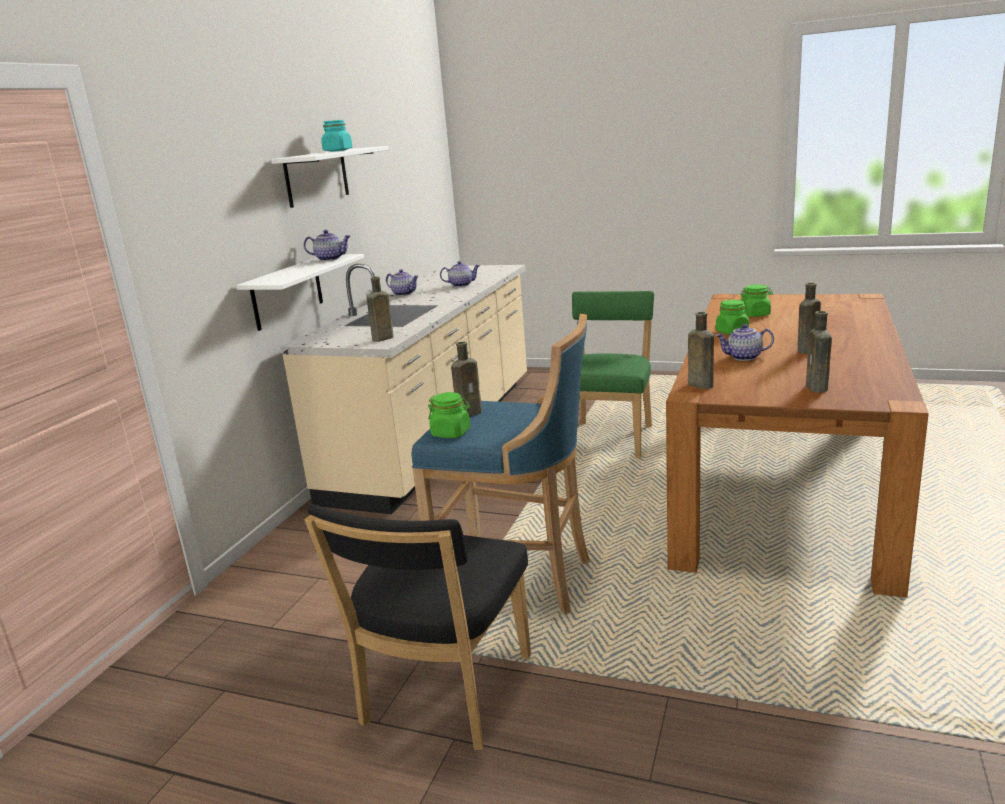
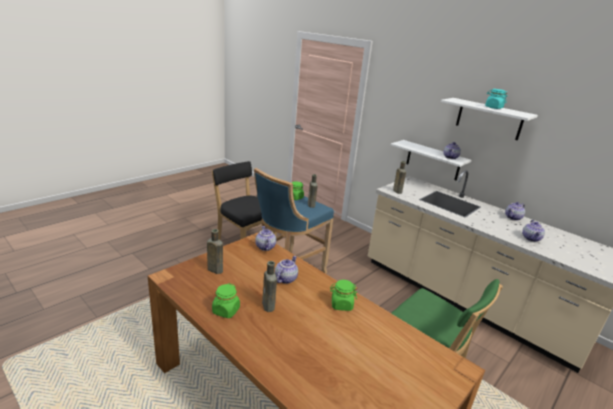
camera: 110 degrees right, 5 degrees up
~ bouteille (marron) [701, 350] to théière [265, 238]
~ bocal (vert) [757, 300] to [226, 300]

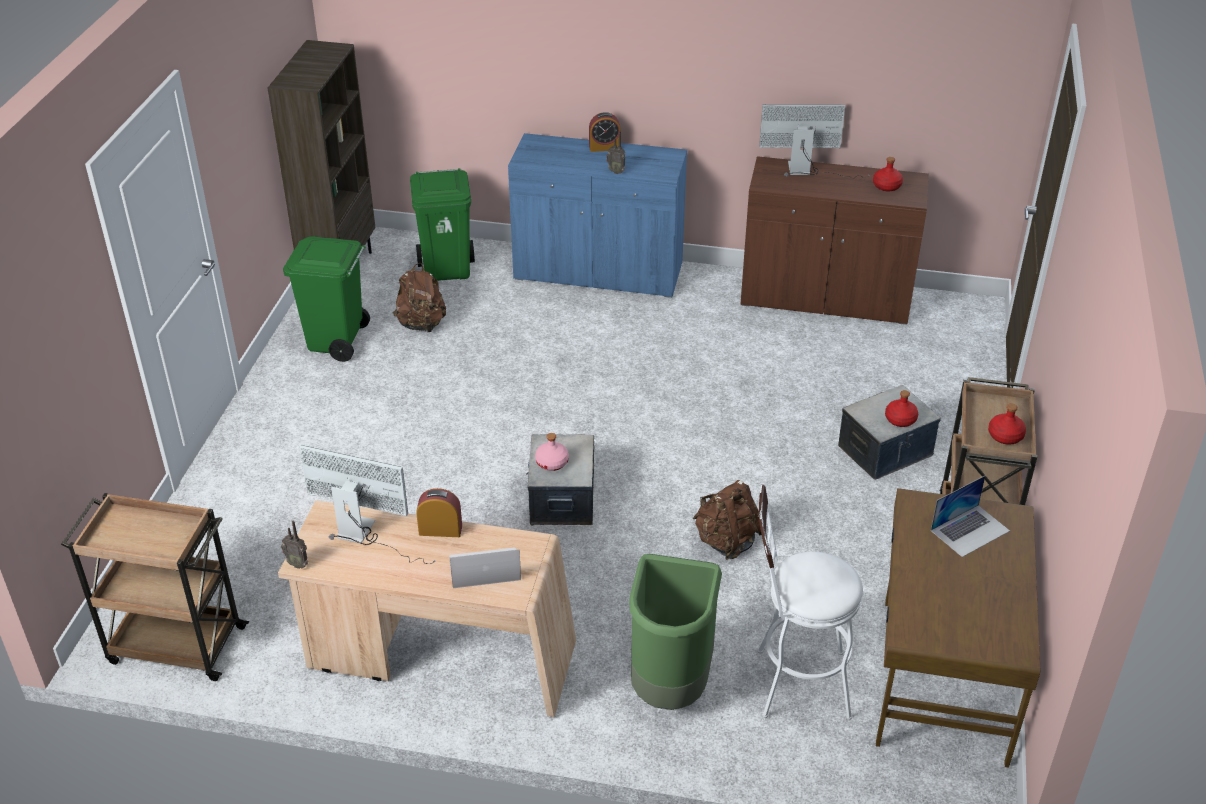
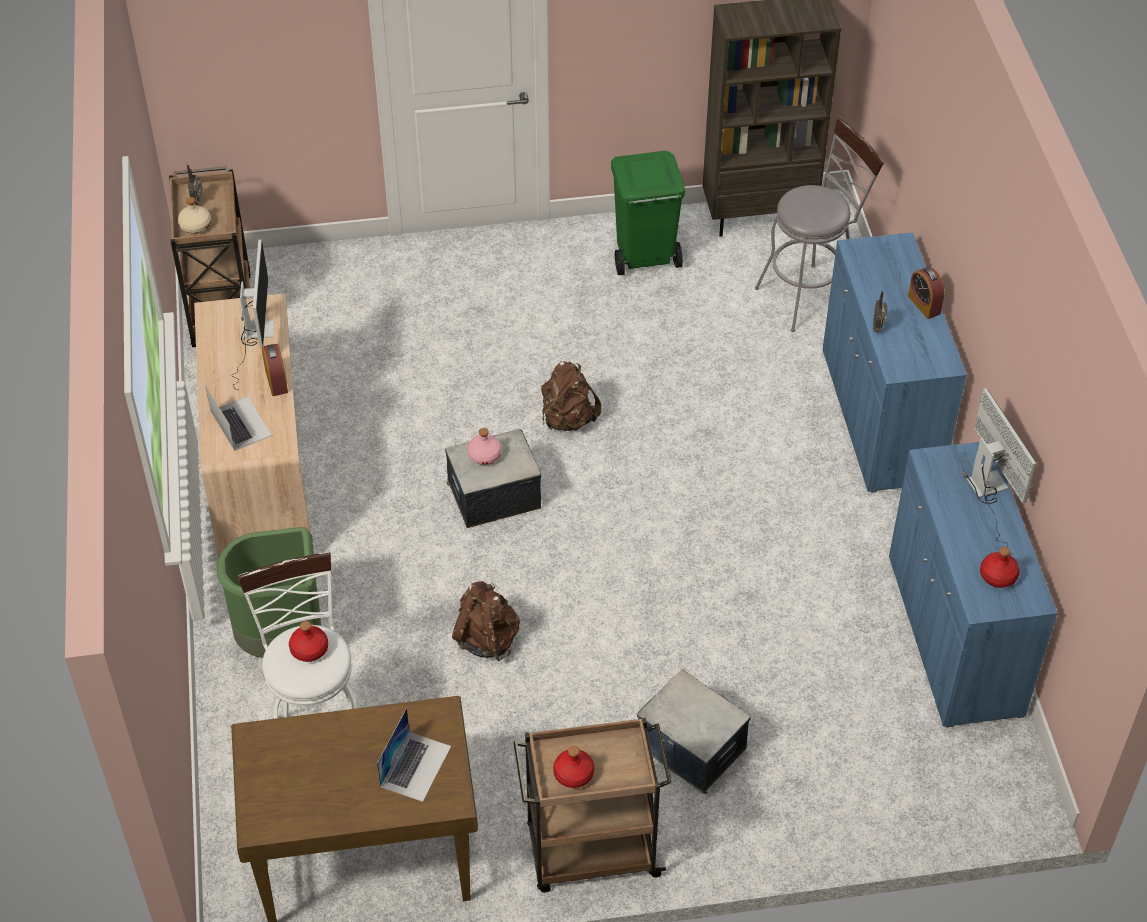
camera: 70 degrees right, 10 degrees up
~ radio [294, 545] to [195, 185]
~ sac à dos (marron) [419, 298] to [571, 396]
~ poubelle (vert) [442, 225] to tabouret (gris) [819, 224]
~ meuble de rangement (marron) [834, 240] to meuble de rangement (bleu) [973, 585]
~ bouteille (rouge) [901, 408] to [308, 641]
~ ordinateur portable [970, 516] = [414, 755] 105 degrees counterclockwise
+ bouteille (beige) [194, 215]

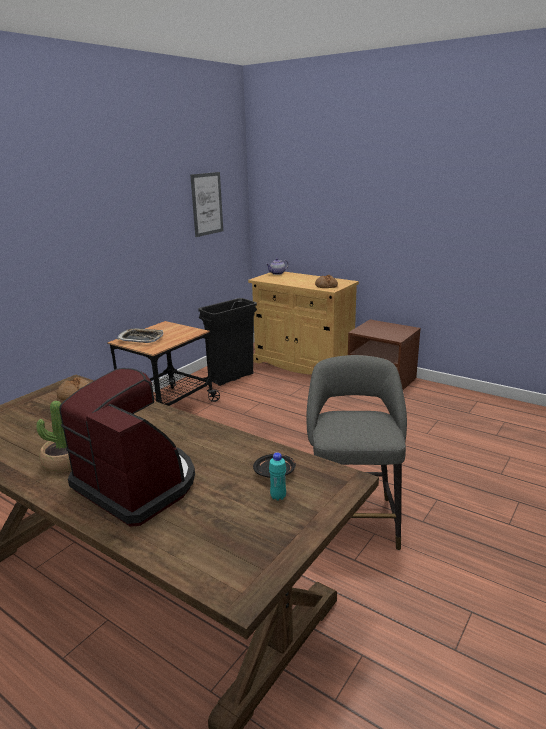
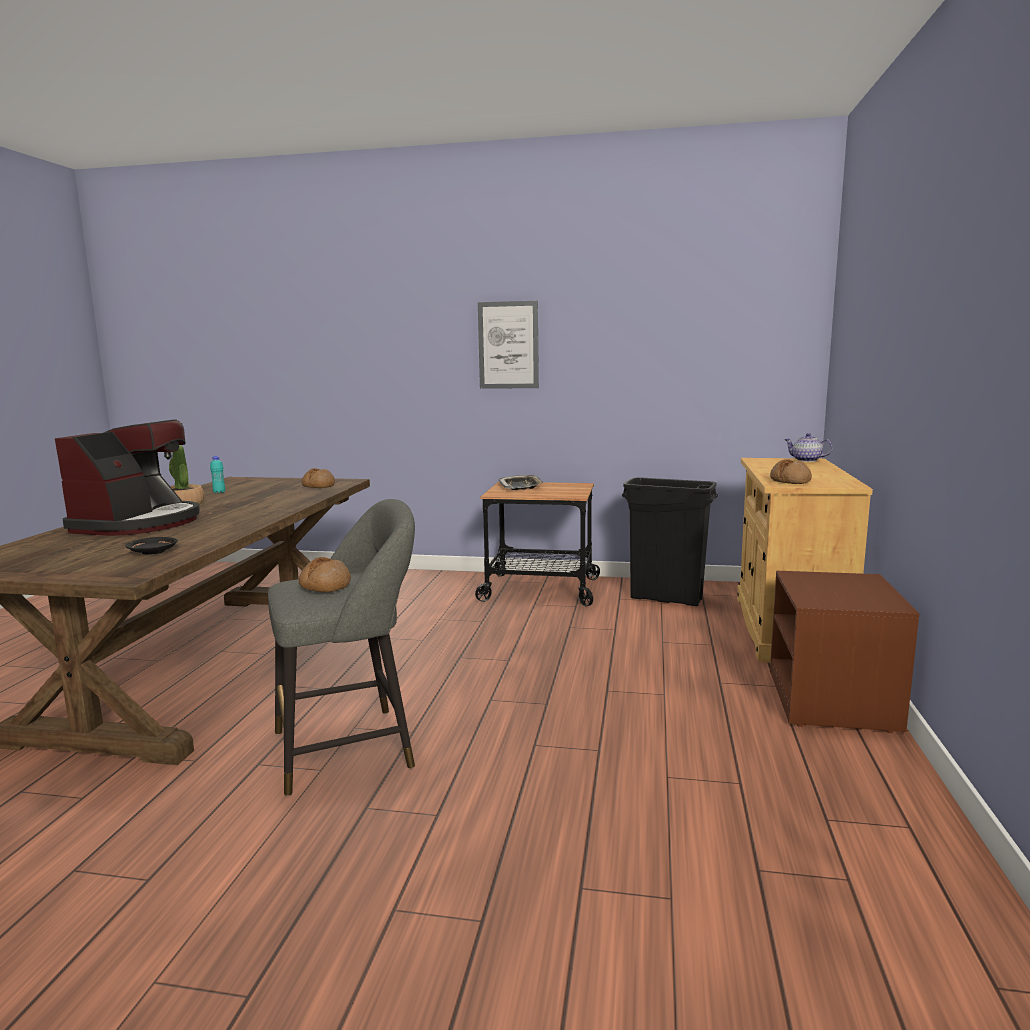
camera: 65 degrees right, 10 degrees down
~ tableau [206, 204] to [508, 345]
~ bouteille (turquoise) [277, 477] to [217, 474]
+ pain [325, 574]

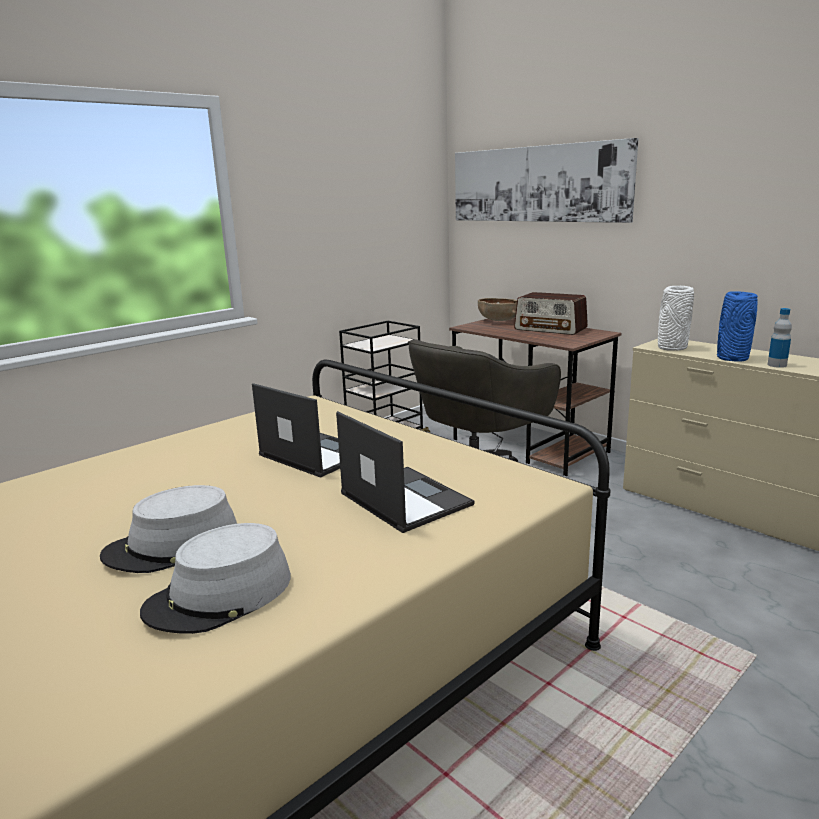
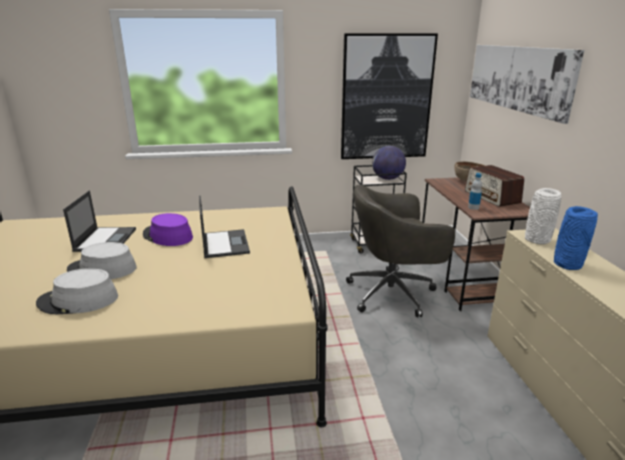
camera: 35 degrees right, 5 degrees up
~ ordinateur portable [405, 472] to [99, 221]
~ bouteille [779, 338] to [475, 191]
+ chapeau (violet) [168, 229]
+ tableau [389, 96]
+ globe [389, 163]

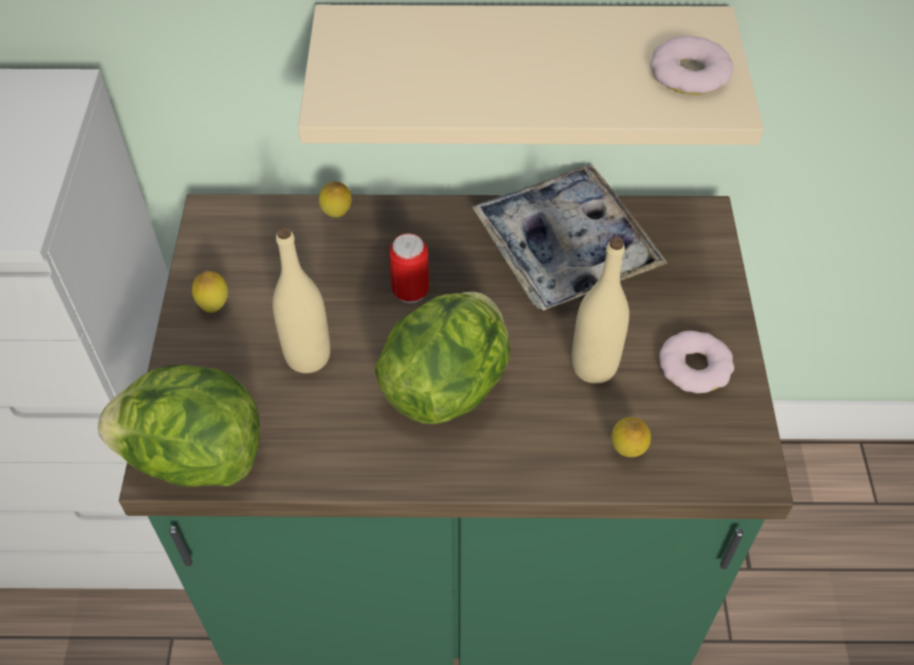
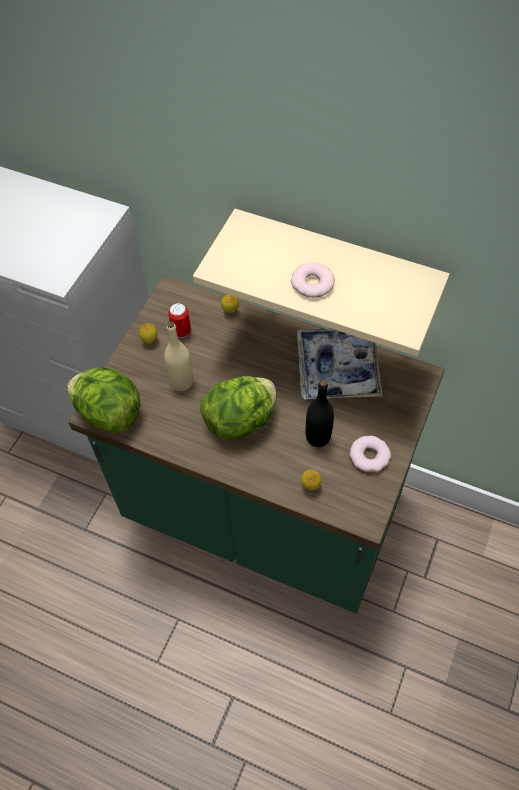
camera: 25 degrees right, 5 degrees up
~ boîte métallique [409, 268] to [179, 320]
~ bouteille (beige) [600, 310] to bouteille (noir) [320, 413]
~ beignet [691, 65] to [313, 280]

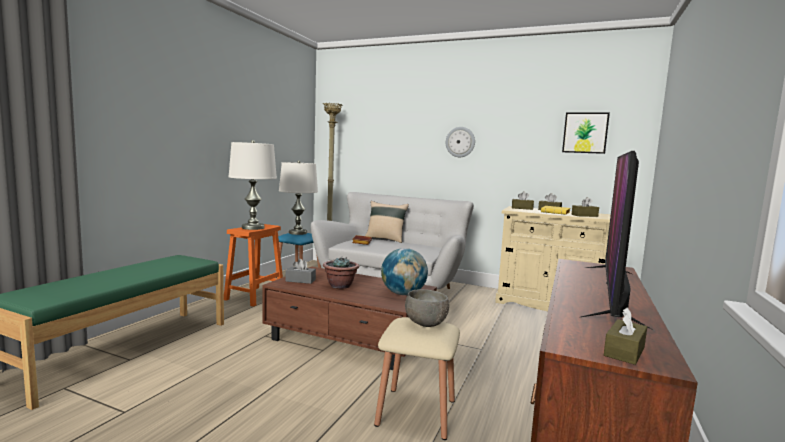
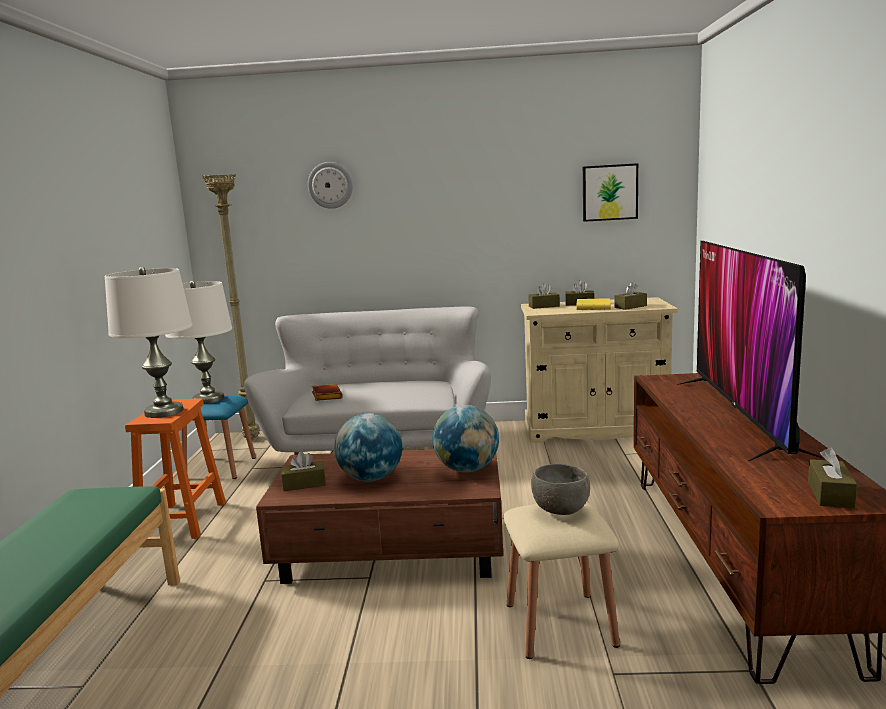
camera: 20 degrees left, 5 degrees up
~ boîte à mouchoirs (gris) [300, 271] to boîte à mouchoirs (marron) [304, 471]
~ plante en pot [341, 273] to globe [368, 447]
- coussin (beige) [387, 222]
~ horloge murale [460, 142] to [330, 185]

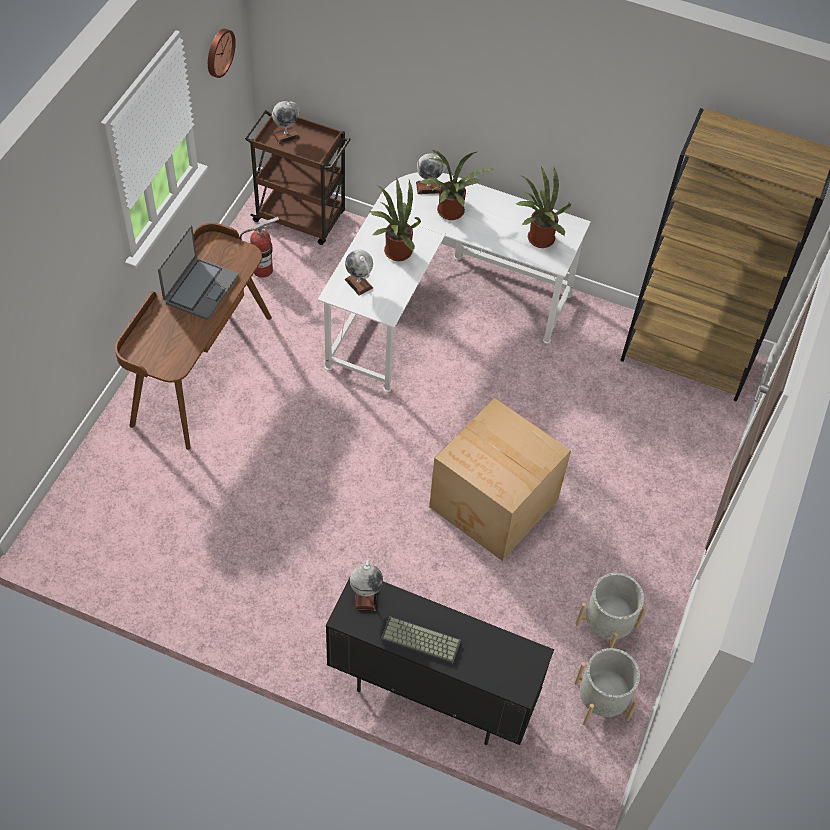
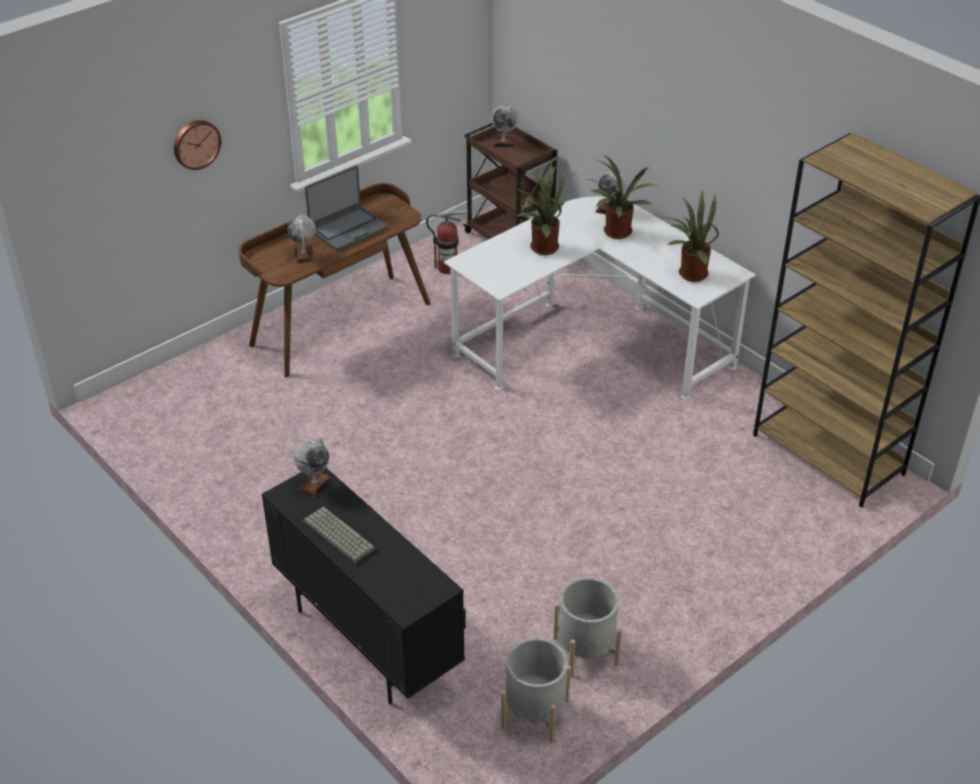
camera: 30 degrees right, 15 degrees down
~ horloge murale [222, 53] to [197, 145]
~ globe [359, 272] to [302, 239]
- carton [500, 479]

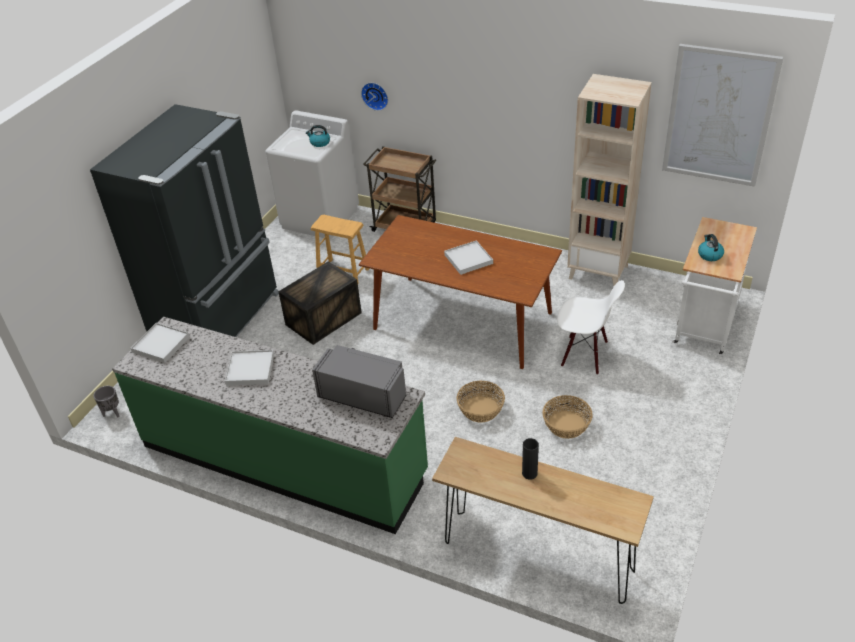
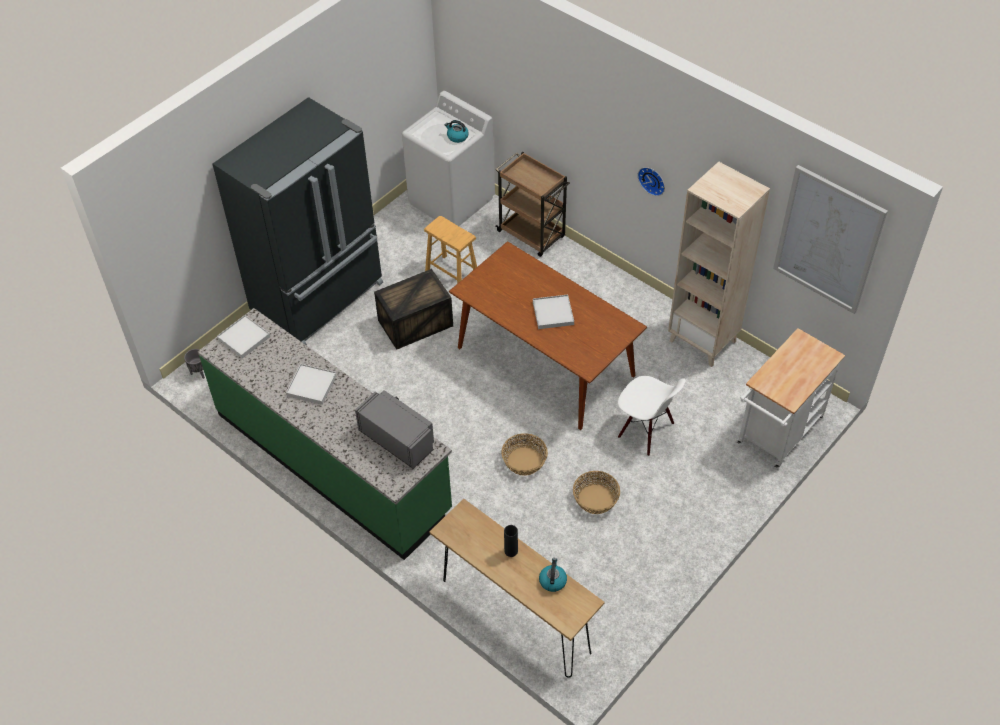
camera: 15 degrees right, 10 degrees up
~ horloge murale [374, 97] to [651, 181]
~ bouilloire [711, 247] to [553, 575]

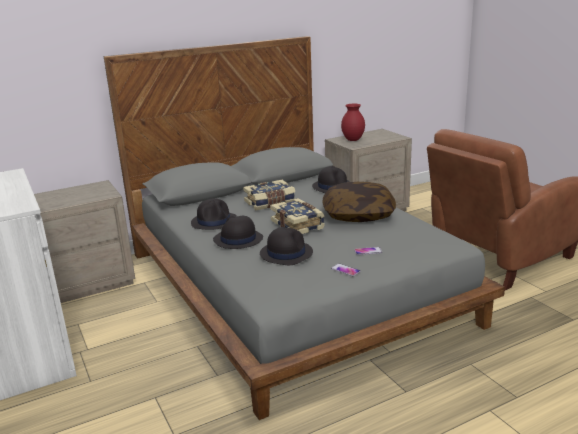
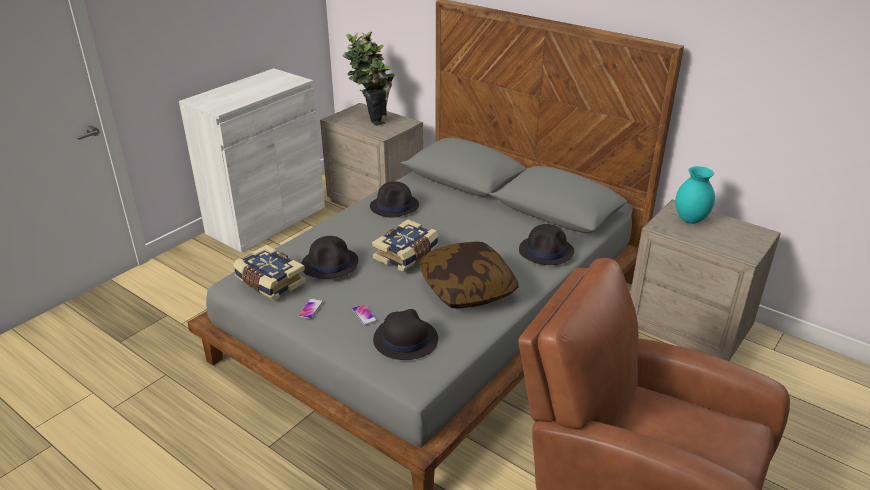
camera: 65 degrees right, 10 degrees up
~ chapeau (noir) [238, 232] to [405, 334]
~ livre [269, 195] to [269, 273]
~ vase (rouge) [353, 122] to vase (turquoise) [695, 195]
+ plante en pot [368, 78]

